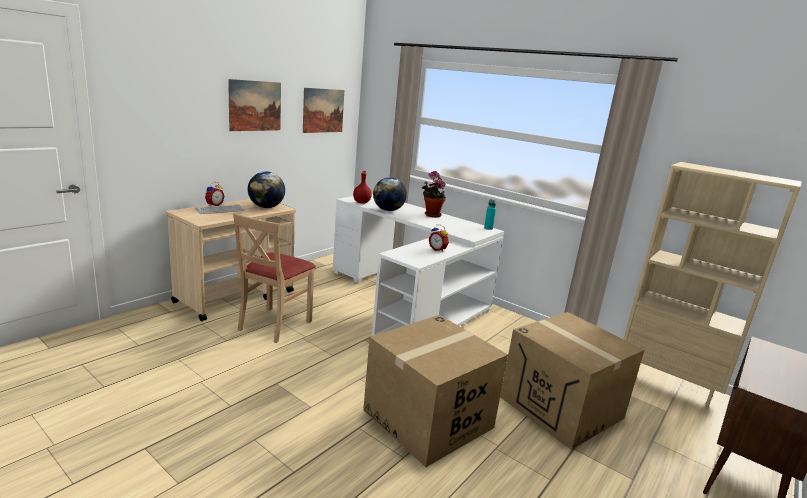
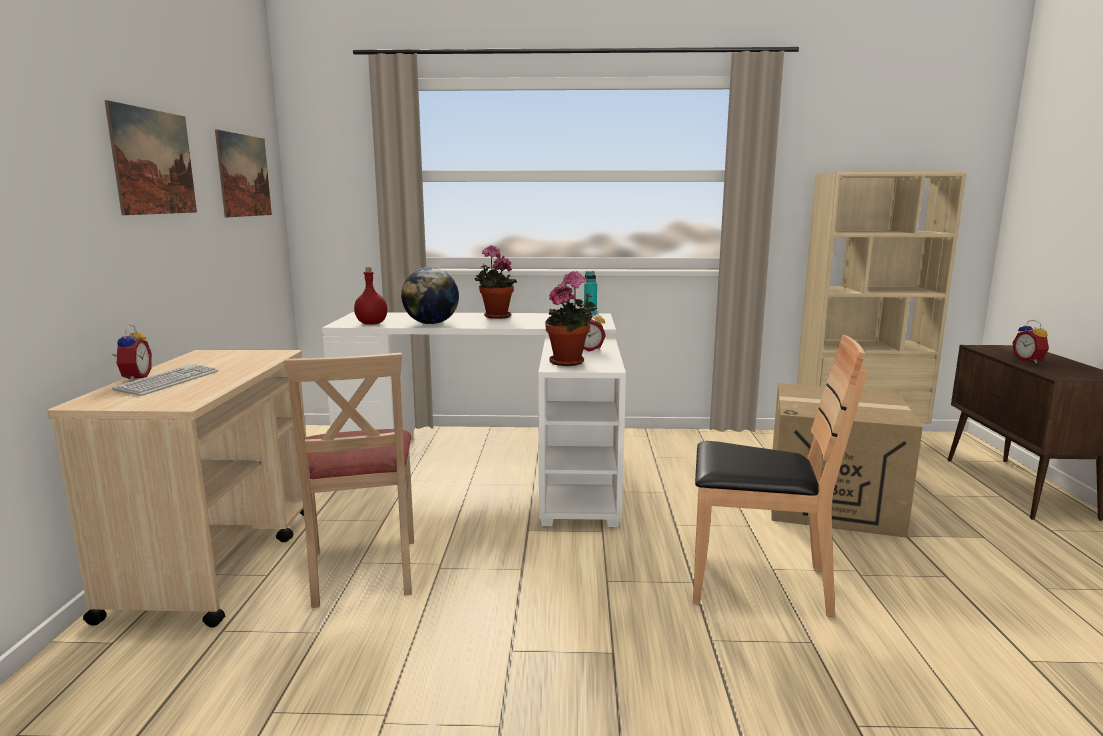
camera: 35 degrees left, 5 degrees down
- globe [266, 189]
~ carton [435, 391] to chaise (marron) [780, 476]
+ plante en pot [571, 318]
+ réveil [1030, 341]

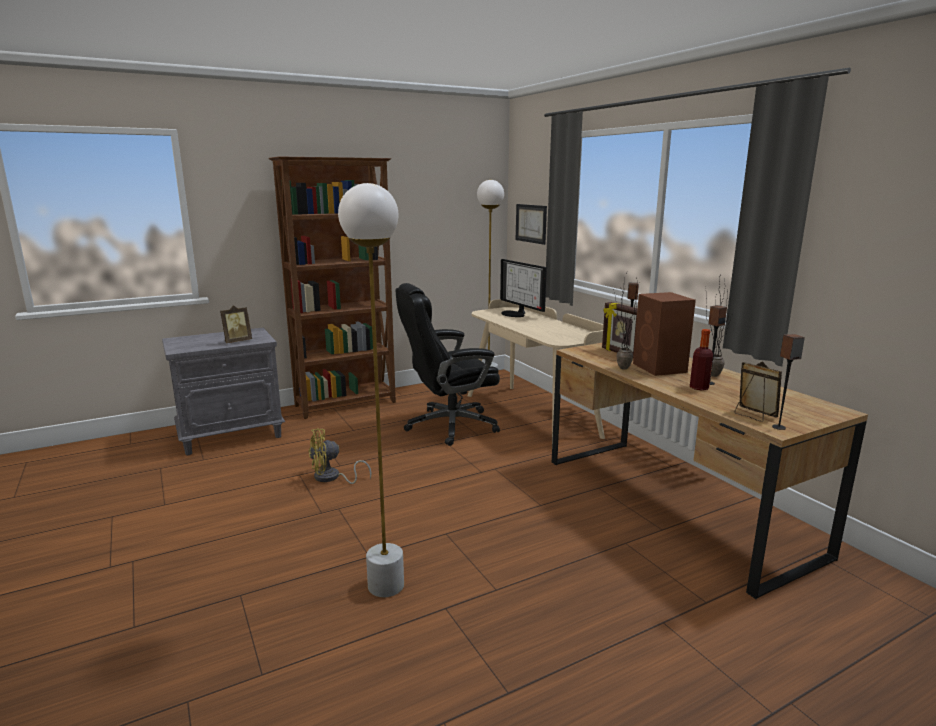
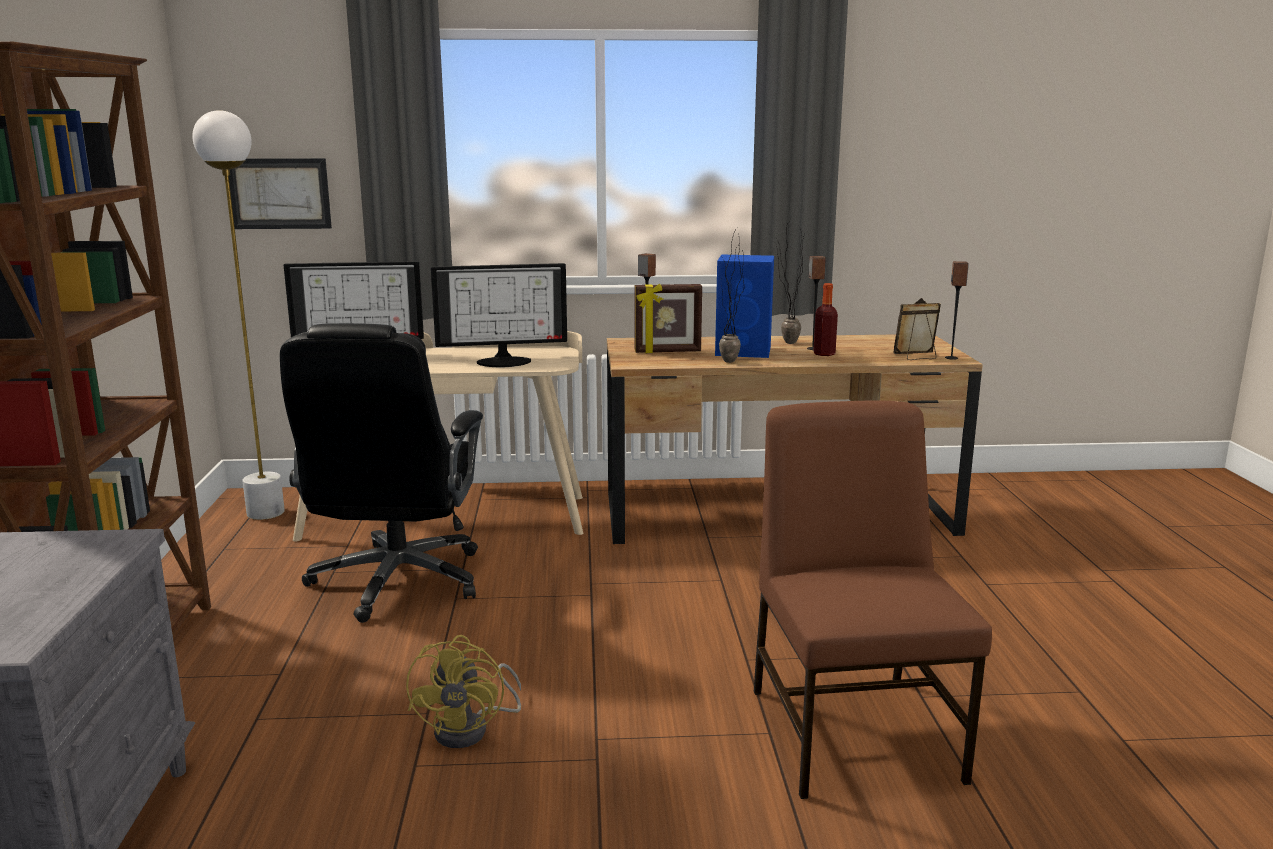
camera: 65 degrees left, 0 degrees up
- cadre photo [236, 324]
~ lampadaire (blanc) [371, 390] to chaise (marron) [873, 600]
~ enceinte (marron) [664, 334] to enceinte (bleu) [744, 306]
+ écran d'ordinateur [499, 315]

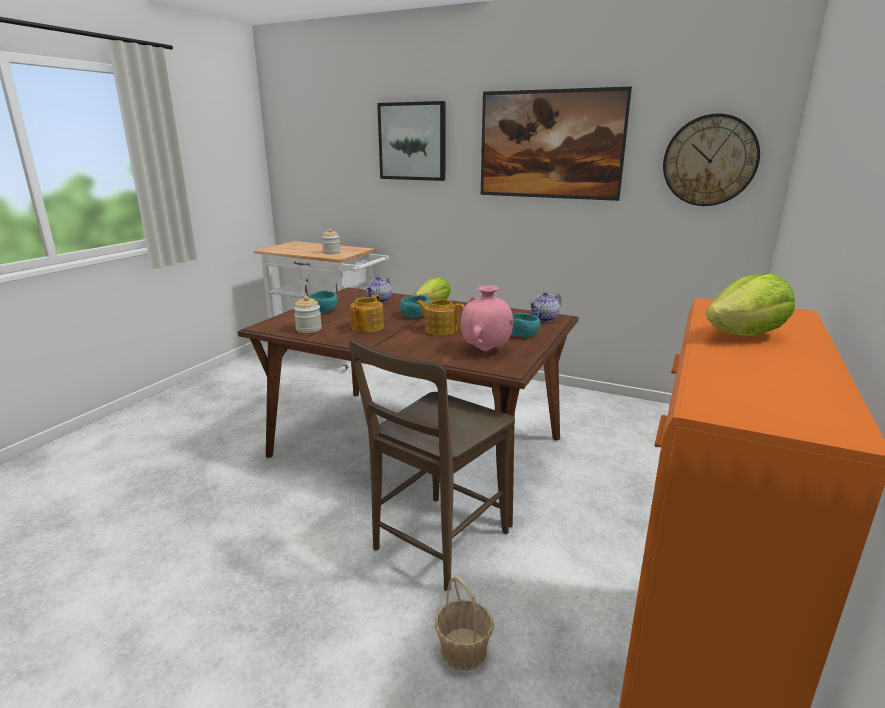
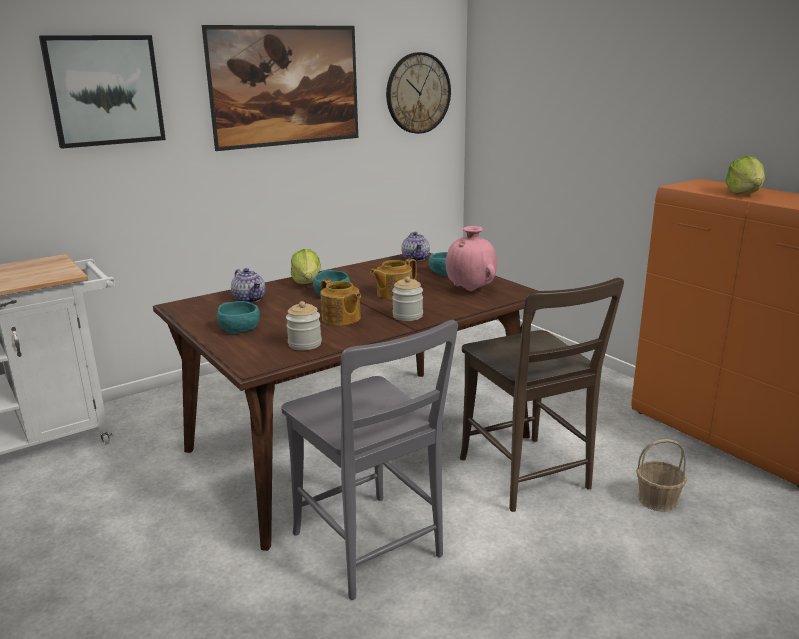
camera: 60 degrees left, 0 degrees up
~ bocal [331, 241] to [407, 298]
+ chaise (gris) [369, 460]

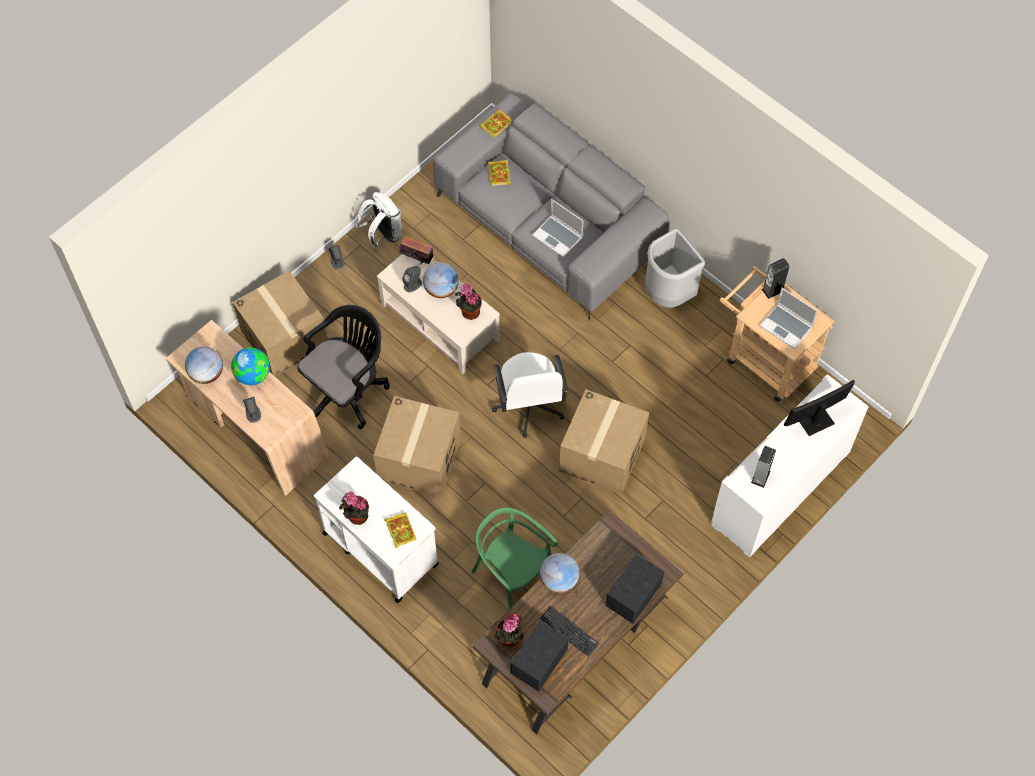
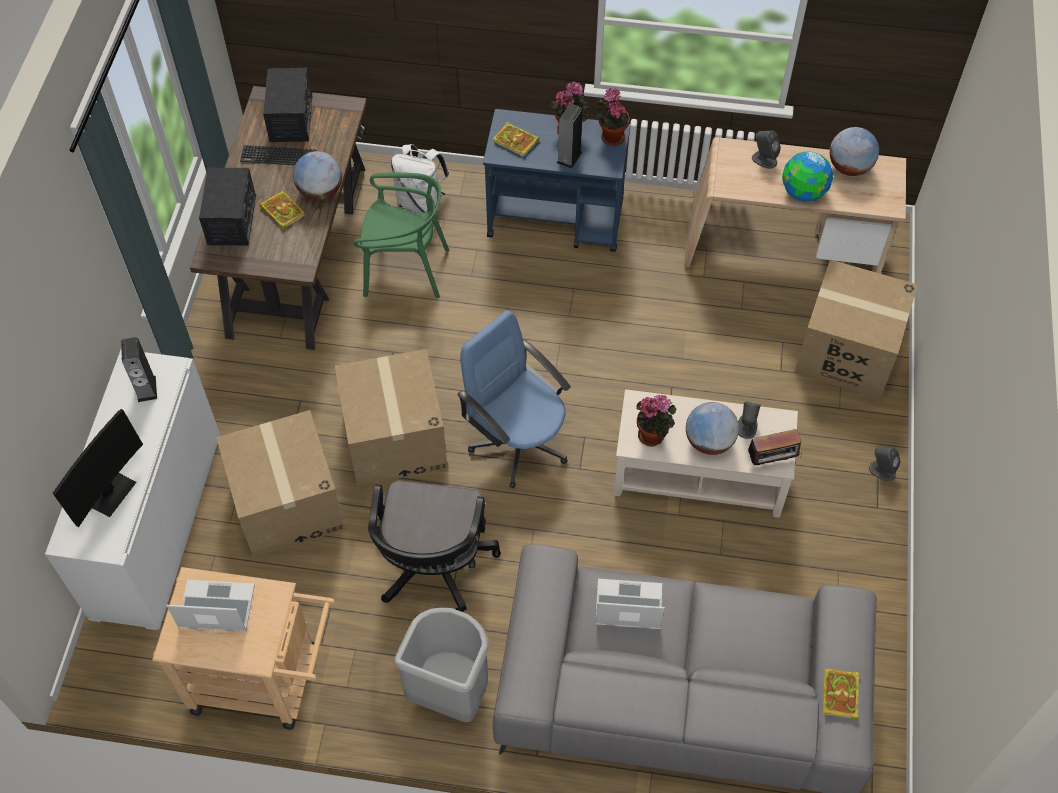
camera: 145 degrees right, 5 degrees down
~ chaise de bureau (noir) [343, 367] to [434, 546]
~ chariot (blanc) [376, 530] to chariot (bleu) [556, 180]
~ sac à dos (blanc) [379, 220] to [420, 178]
~ carton [417, 446] to [280, 484]
~ livre [499, 173] to [282, 210]
~ chaise de bureau (blanc) [530, 395] to chaise de bureau (bleu) [514, 399]
~ plante en pot [509, 630] to [613, 117]
~ enceinte [776, 278] to [570, 136]

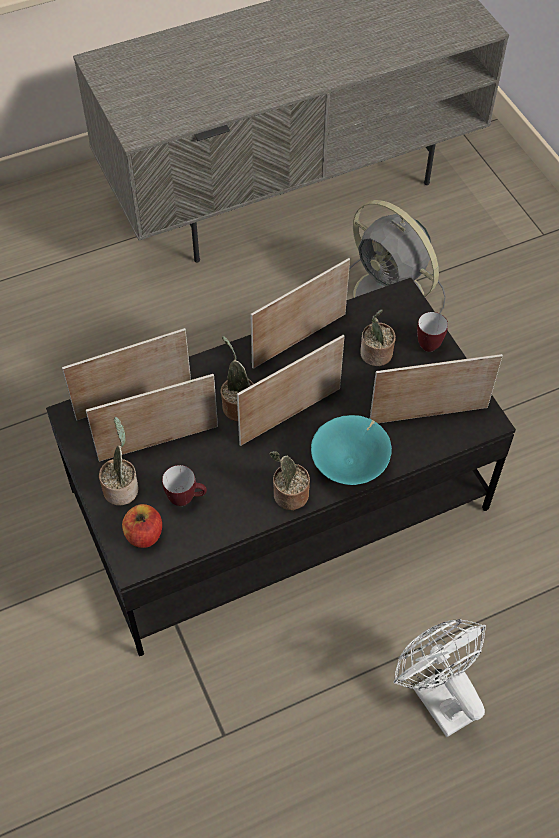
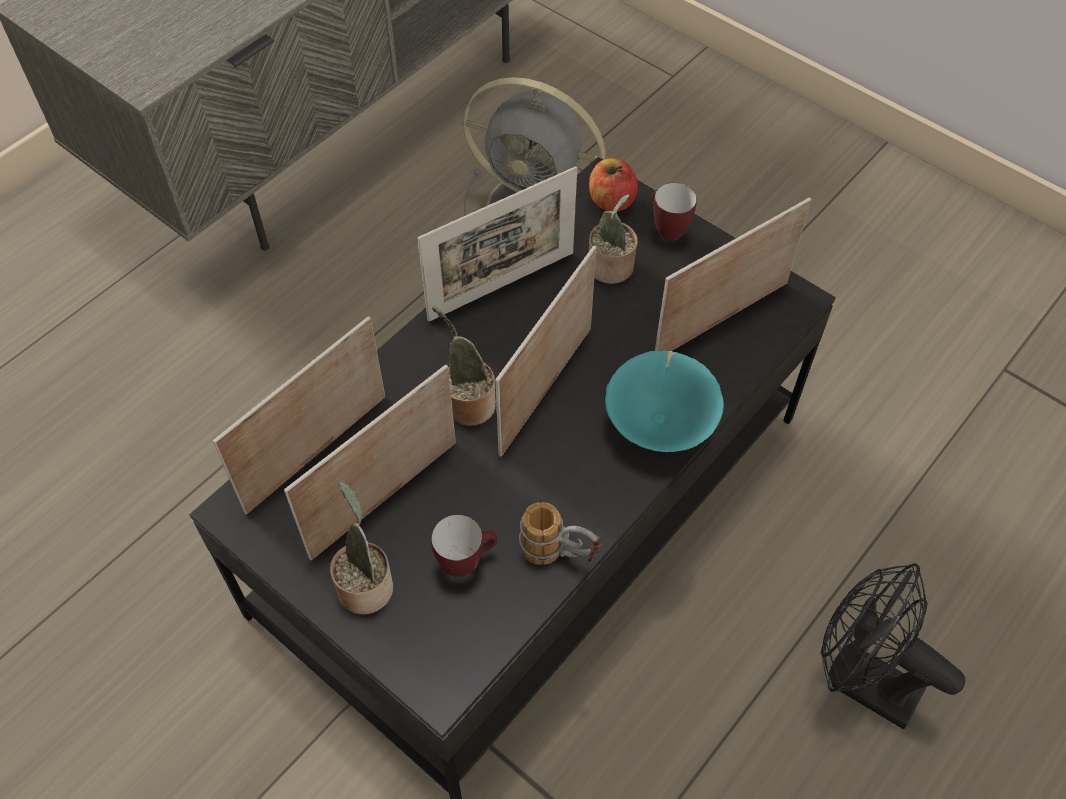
camera: 25 degrees left, 0 degrees up
~ pomme [142, 526] to [613, 185]
~ cadre photo [300, 313] = [497, 243] 150 degrees counterclockwise
- plante en pot [289, 480]
~ ventilateur (blanc) [440, 678] to ventilateur (noir) [893, 646]
+ mug [560, 533]

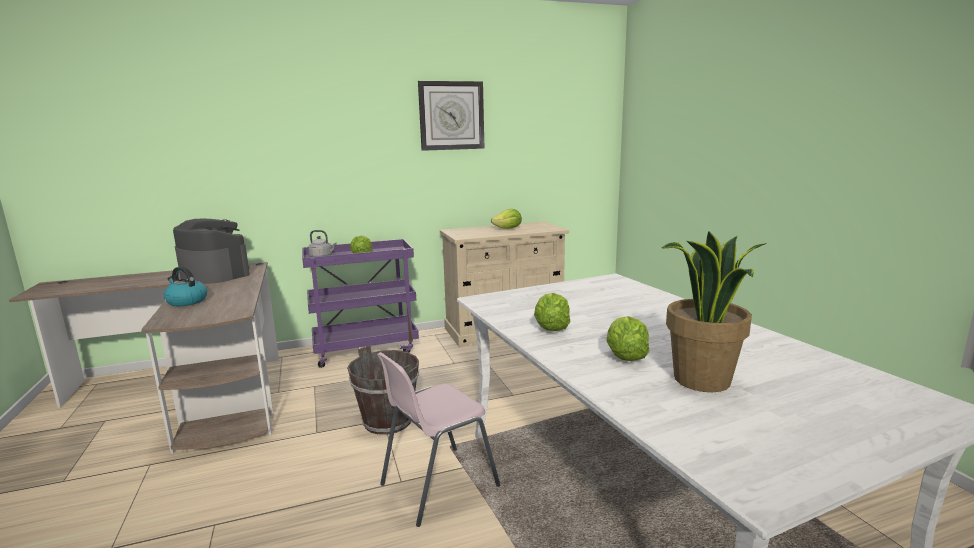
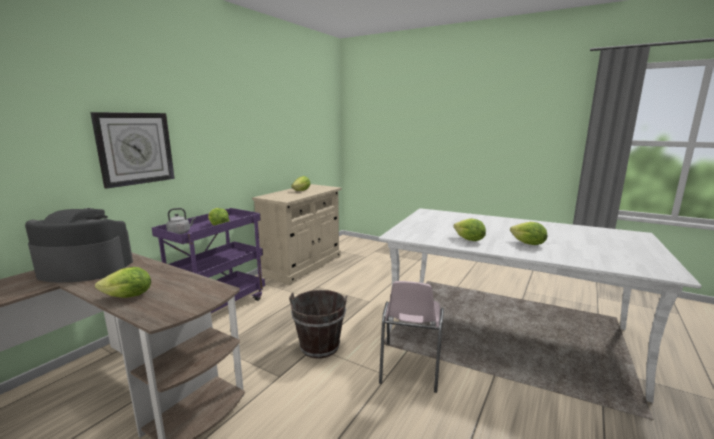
camera: 40 degrees left, 0 degrees up
~ bouilloire [185, 286] to laitue [123, 282]
~ horloge murale [451, 116] to [132, 150]
- plante en pot [714, 312]

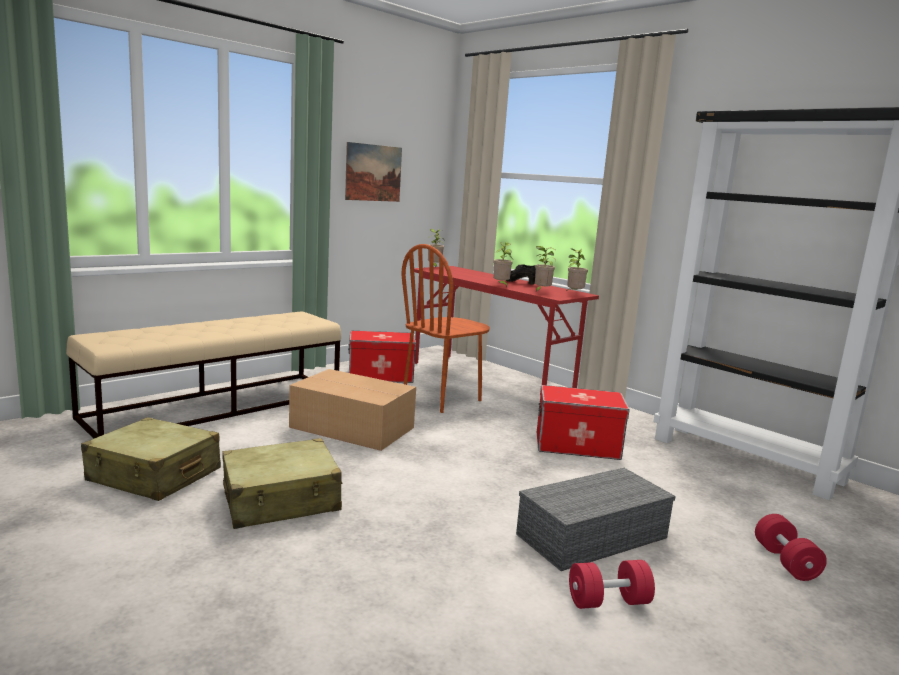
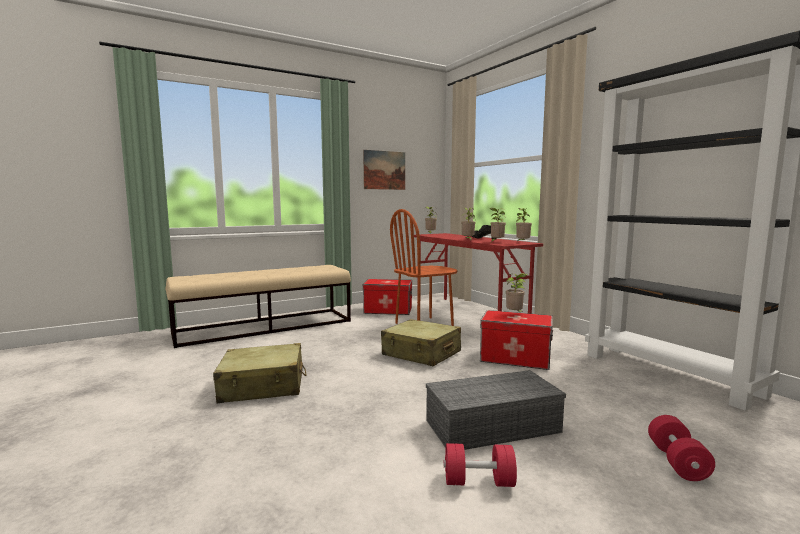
camera: 15 degrees right, 5 degrees down
~ valise (beige) [151, 459] to [421, 342]
- carton [352, 410]
+ plante en pot [517, 293]

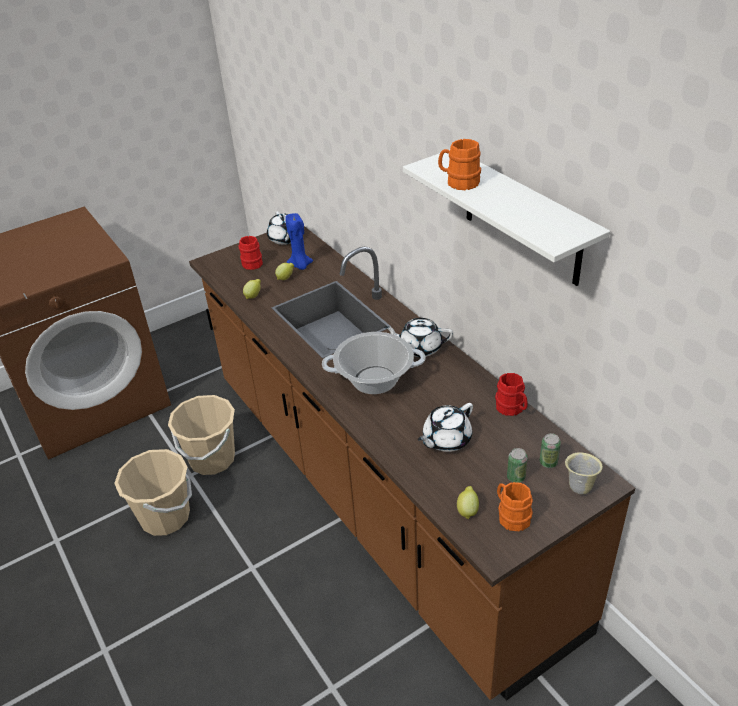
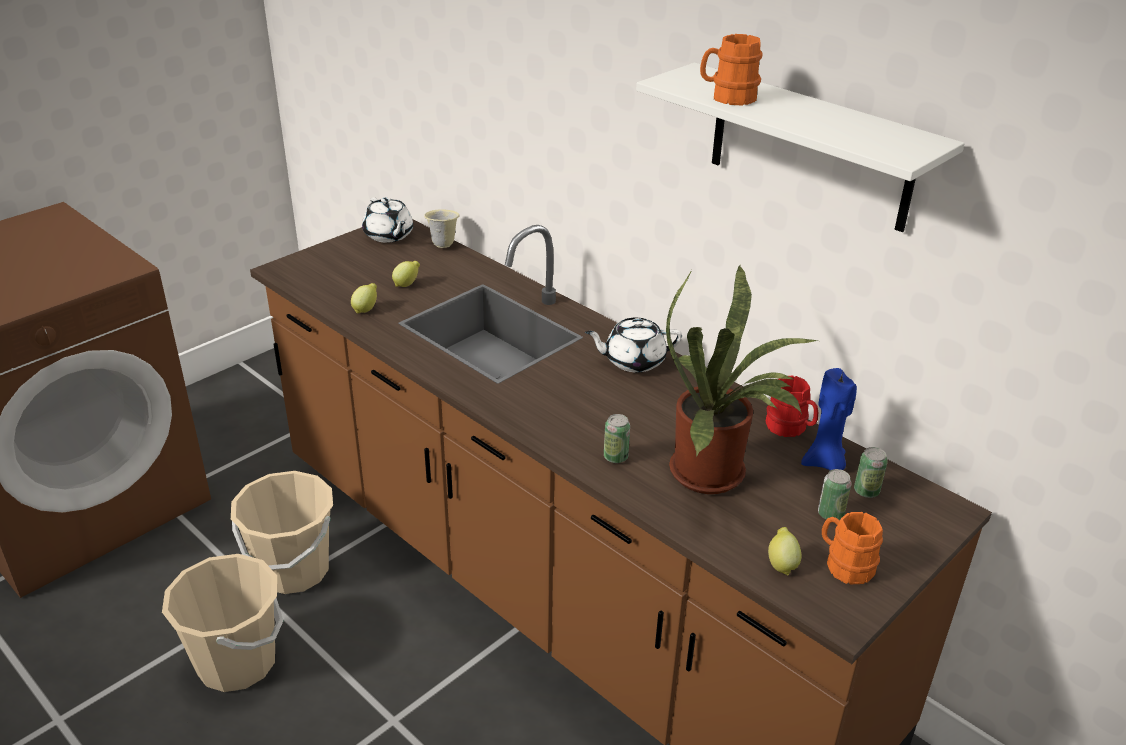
camera: 15 degrees left, 5 degrees down
- mug (rouge) [251, 253]
~ bougie (bleu) [299, 241] to [829, 419]
- marmite [374, 363]
~ théière (blanc) [445, 427] to plante en pot [741, 380]
~ mug (beige) [584, 473] to [442, 228]
+ boîte métallique [617, 438]

